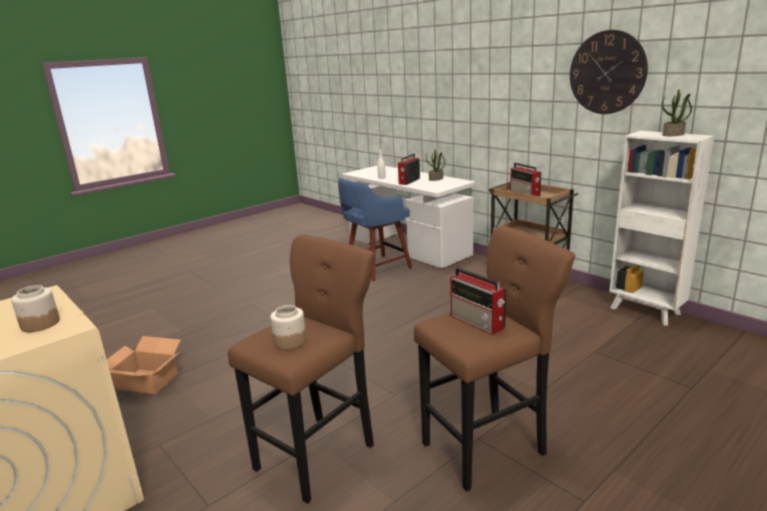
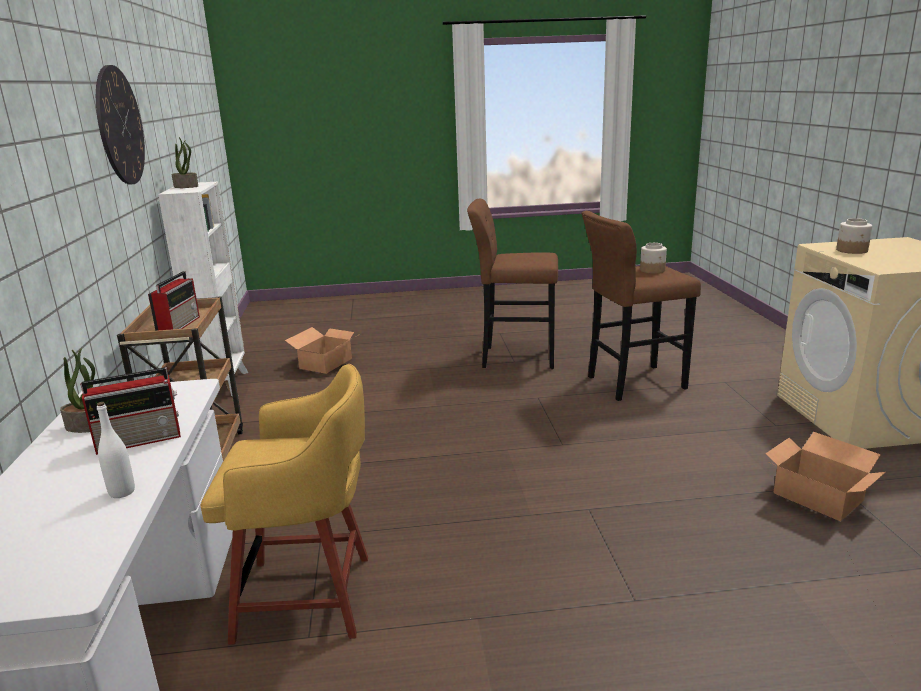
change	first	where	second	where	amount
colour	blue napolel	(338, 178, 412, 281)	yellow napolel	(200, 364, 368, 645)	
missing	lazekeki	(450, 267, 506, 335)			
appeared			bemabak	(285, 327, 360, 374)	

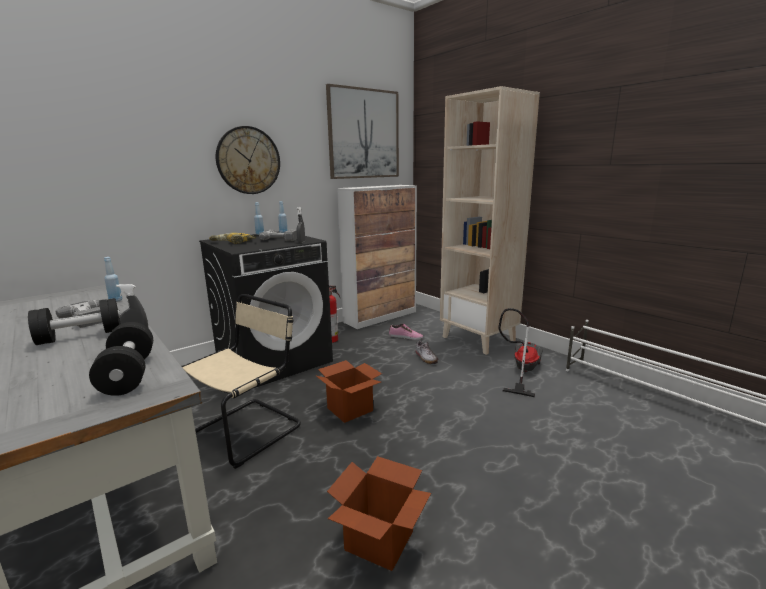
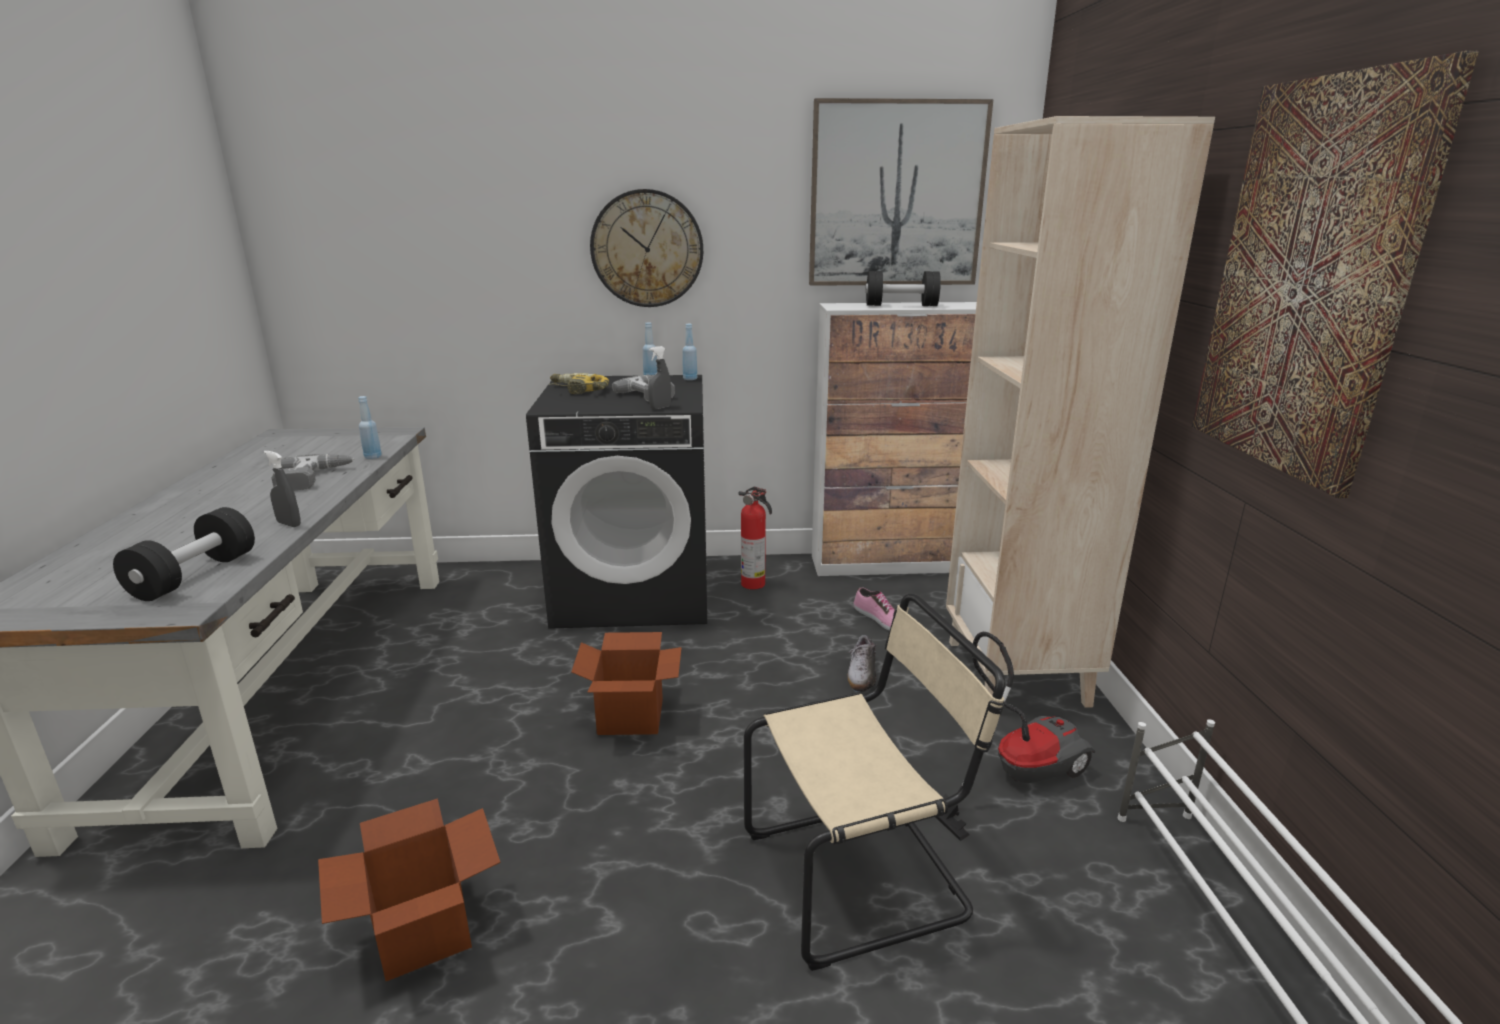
change	first	where	second	where	amount
relocated	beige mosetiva	(182, 294, 301, 469)		(744, 593, 1005, 971)	
relocated	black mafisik	(28, 298, 121, 345)		(866, 271, 941, 306)	
appeared			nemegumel	(1192, 51, 1479, 498)	

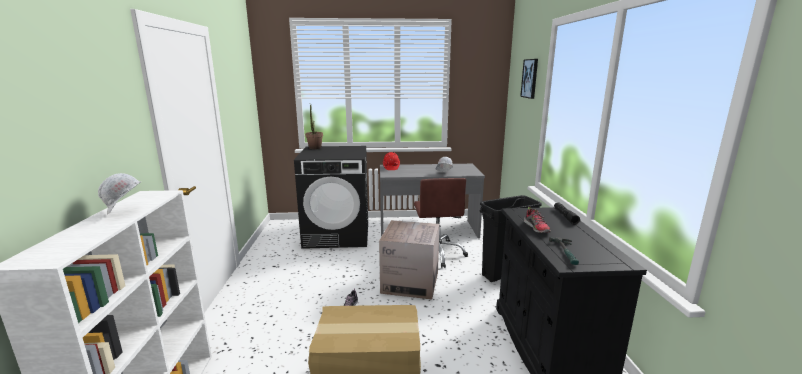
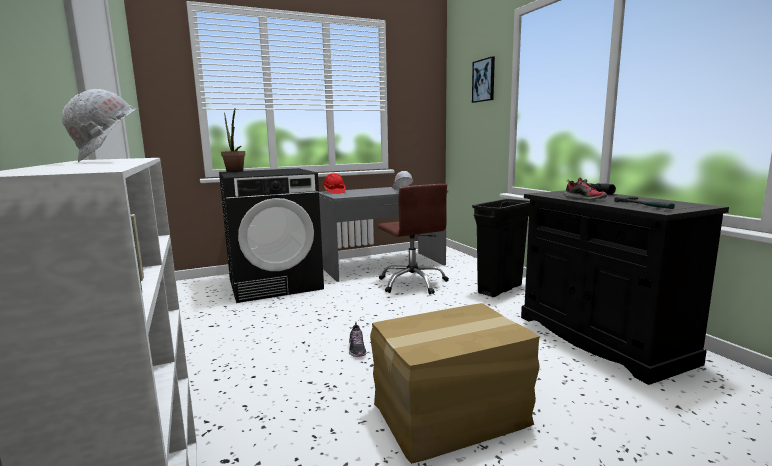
change	first	where	second	where	amount
missing	bemabak	(379, 220, 440, 299)			

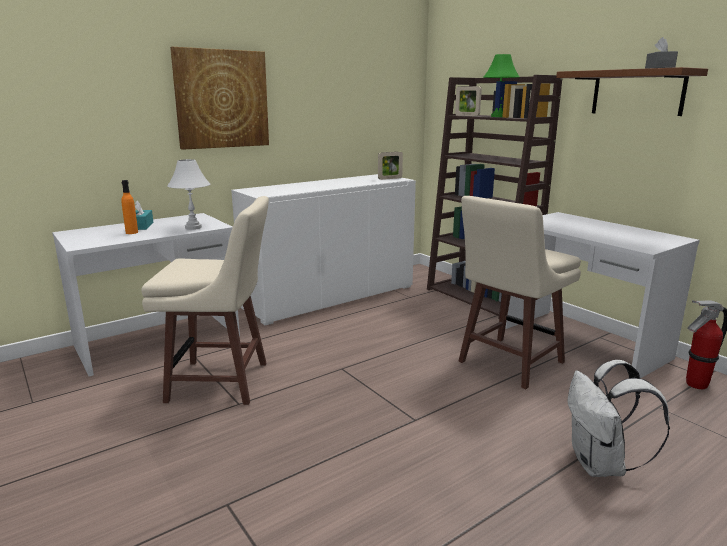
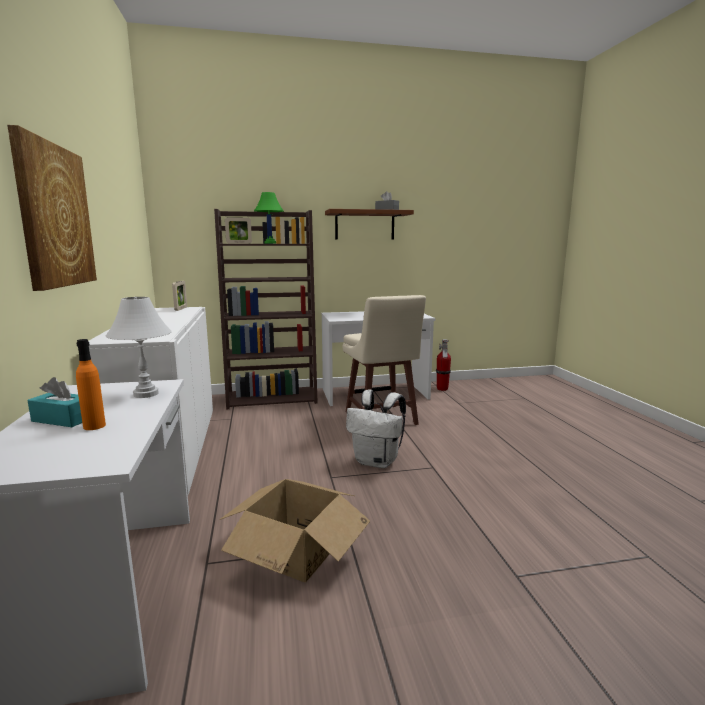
change	first	where	second	where	amount
exchanged	beige napolel	(141, 196, 269, 405)	bemabak	(219, 479, 370, 583)	
relocated	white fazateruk	(568, 360, 670, 477)		(346, 389, 406, 468)	

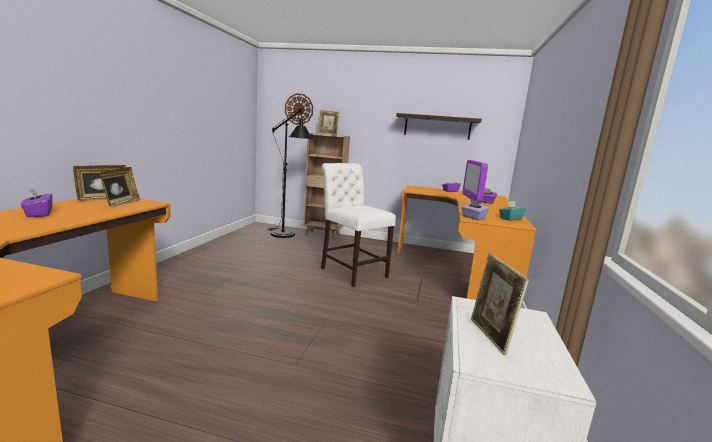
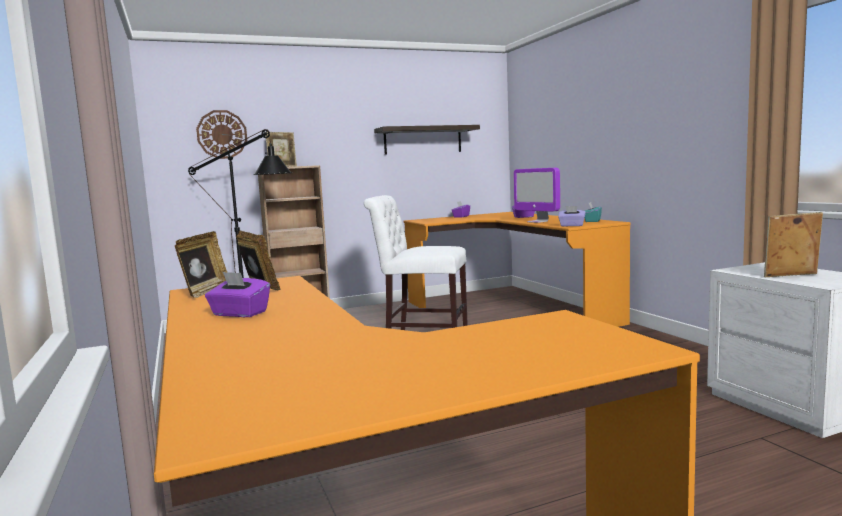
change	first	where	second	where	amount
spun	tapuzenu	(471, 253, 529, 355)		(764, 212, 823, 277)	135 degrees clockwise

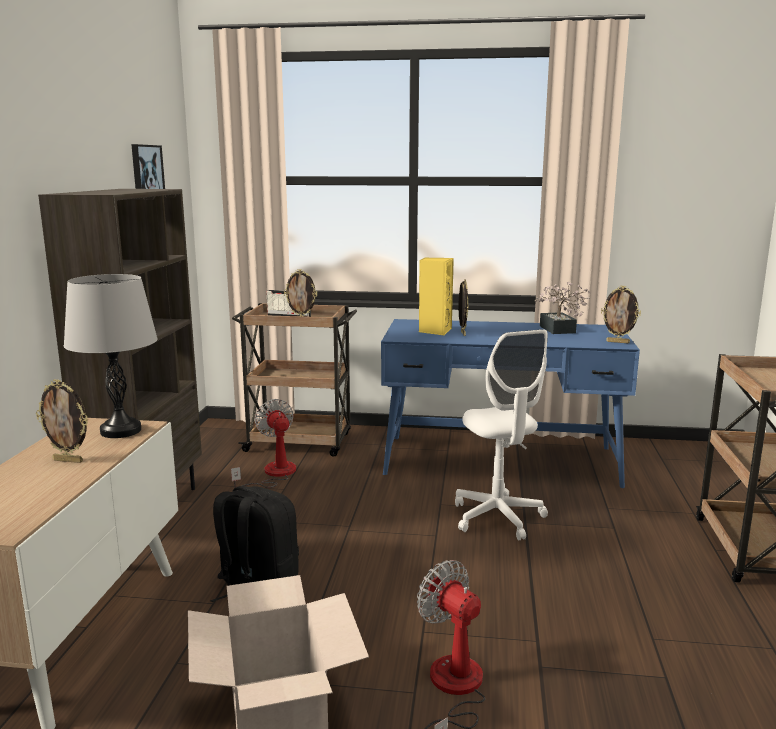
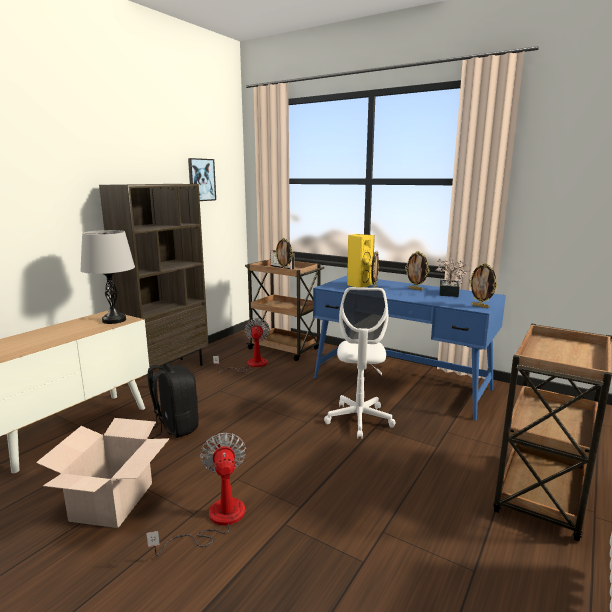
change	first	where	second	where	amount
relocated	tapuzenu	(36, 379, 88, 463)		(405, 251, 429, 291)	

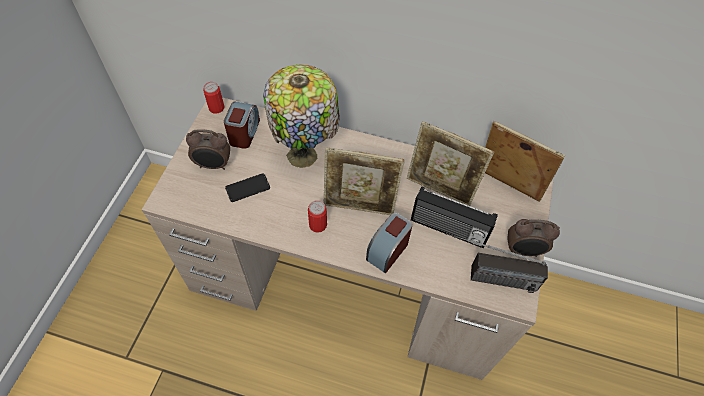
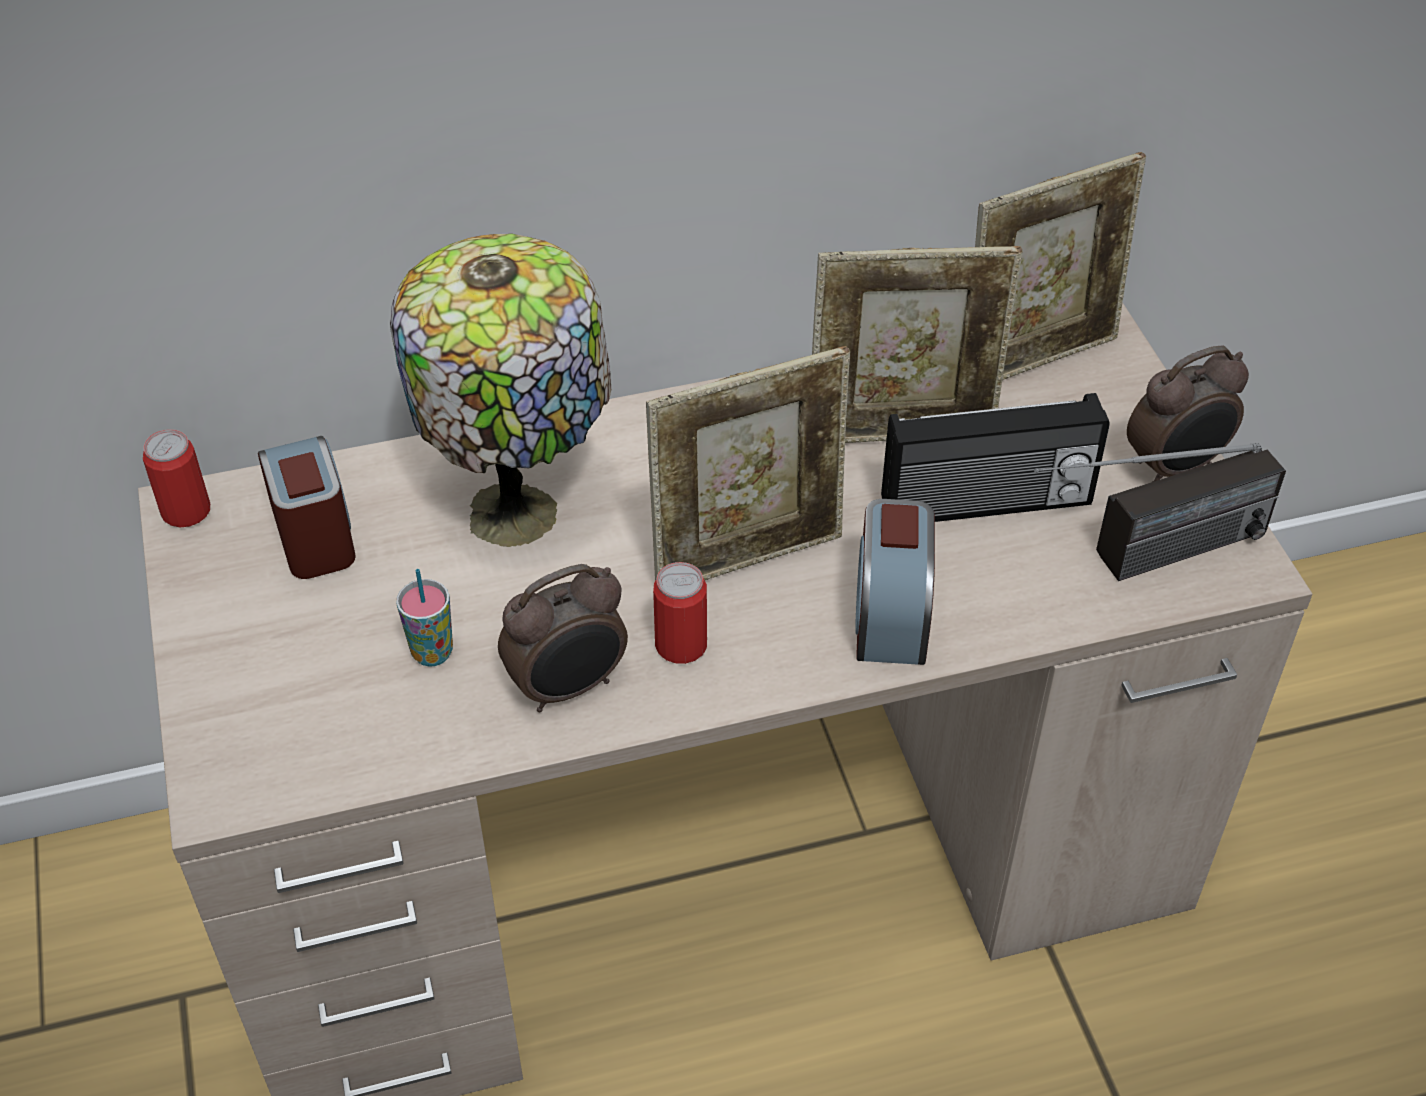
change	first	where	second	where	amount
spun	tapuzenu	(485, 121, 565, 202)		(975, 152, 1146, 380)	150 degrees clockwise
relocated	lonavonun	(186, 129, 230, 170)		(498, 564, 628, 712)	
exchanged	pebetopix	(225, 174, 270, 202)	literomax	(396, 569, 453, 667)	

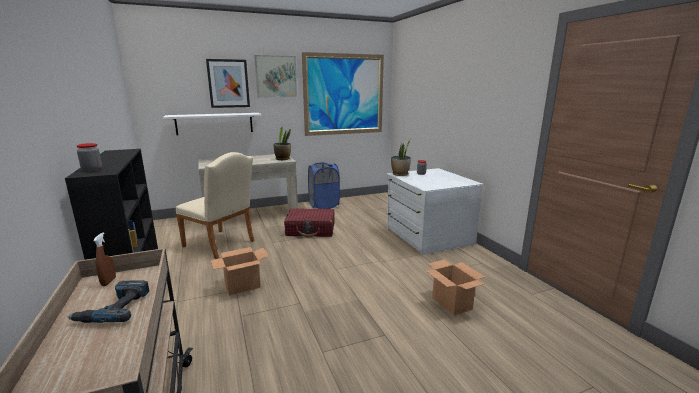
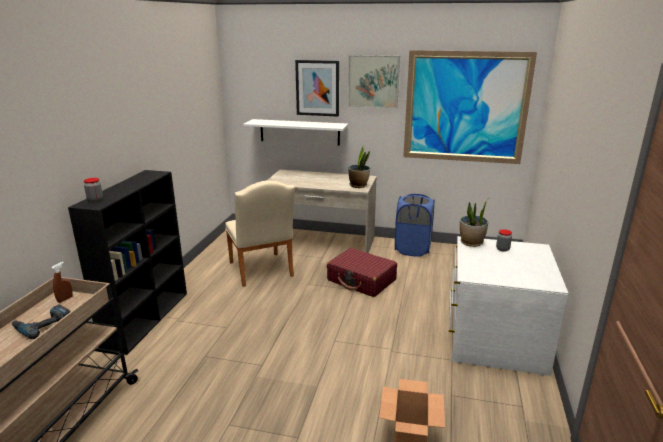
change	first	where	second	where	amount
missing	bemabak	(210, 247, 269, 295)			

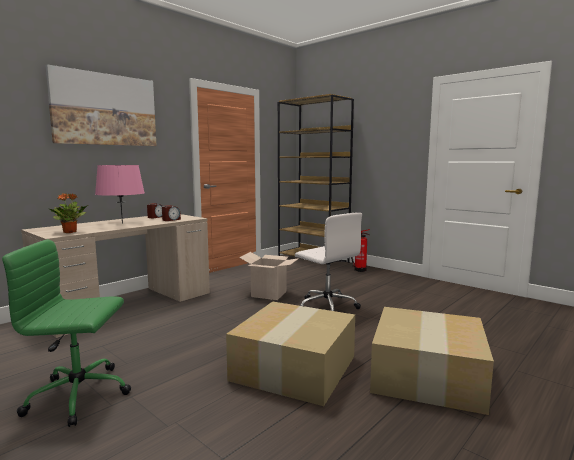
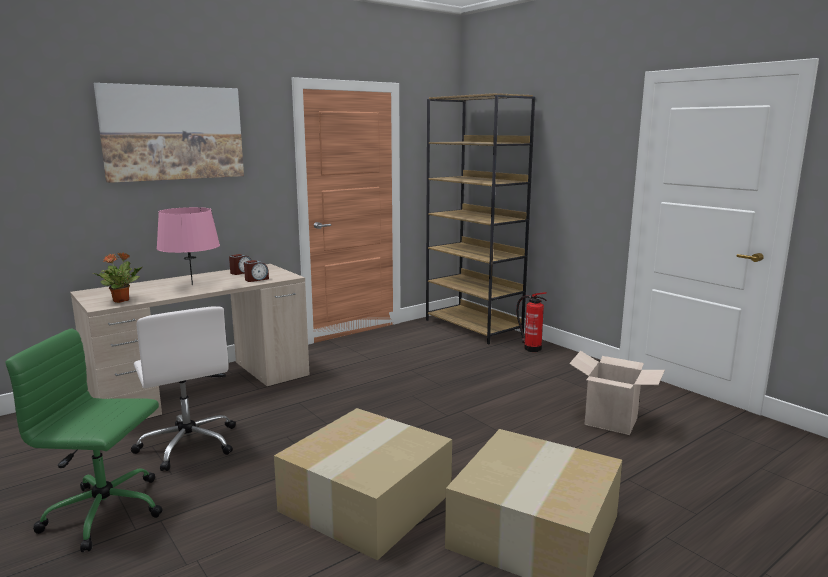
change	first	where	second	where	amount
relocated	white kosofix	(295, 212, 362, 311)		(131, 306, 236, 471)	
relocated	bemabak	(239, 252, 299, 300)		(569, 351, 665, 435)	

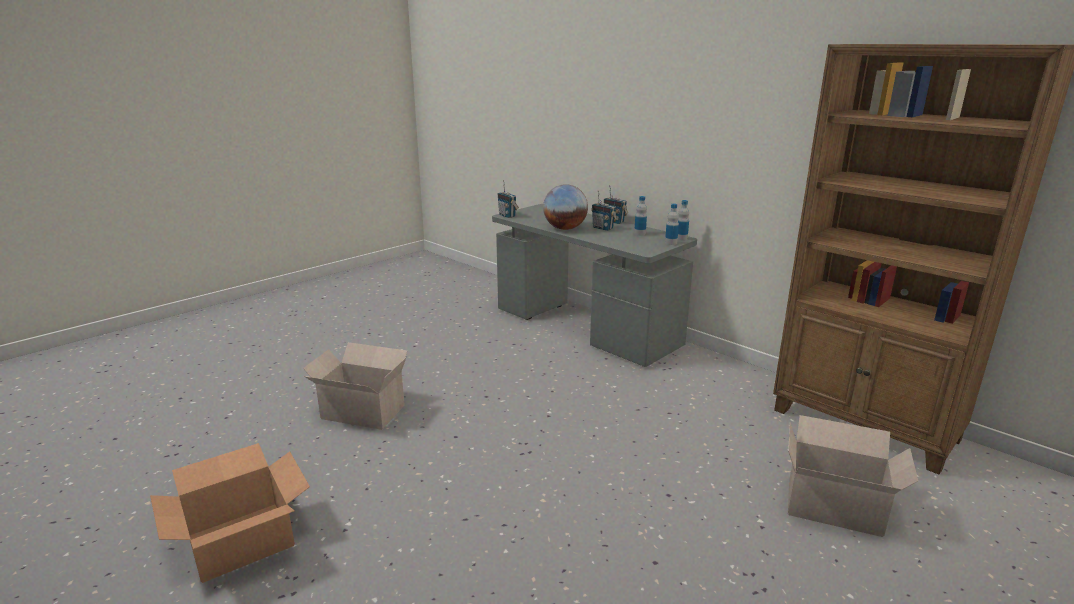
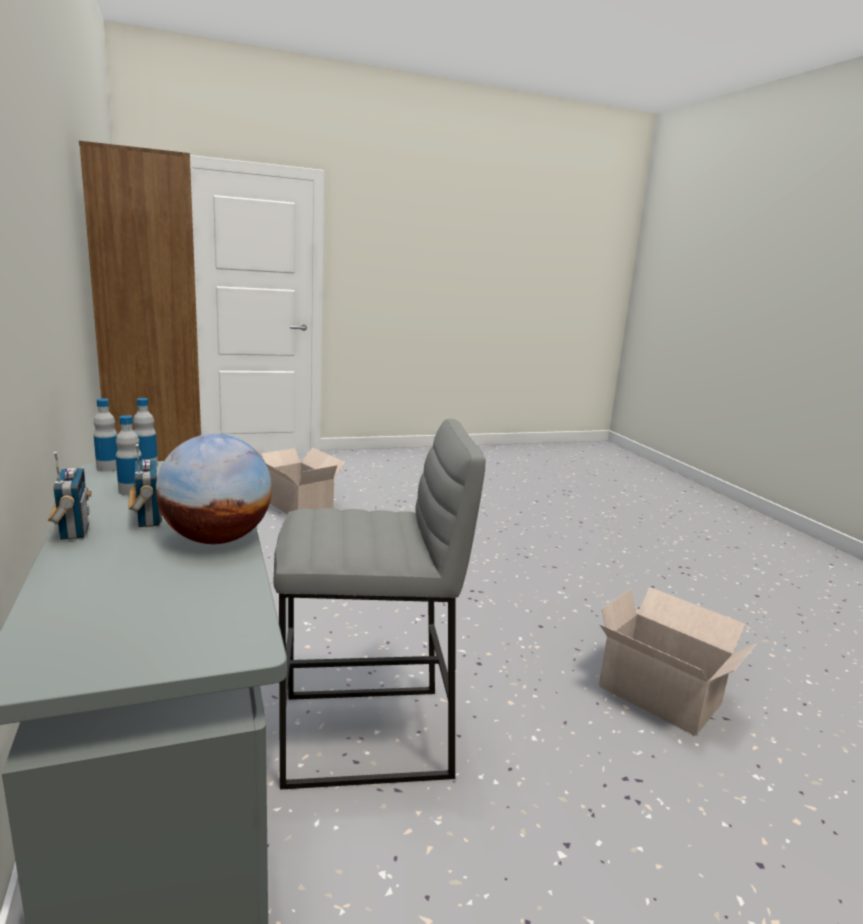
change	first	where	second	where	amount
missing	lazekeki	(498, 180, 519, 218)			
missing	bemabak	(150, 443, 310, 583)			
appeared			grey napolel	(273, 419, 486, 789)	

